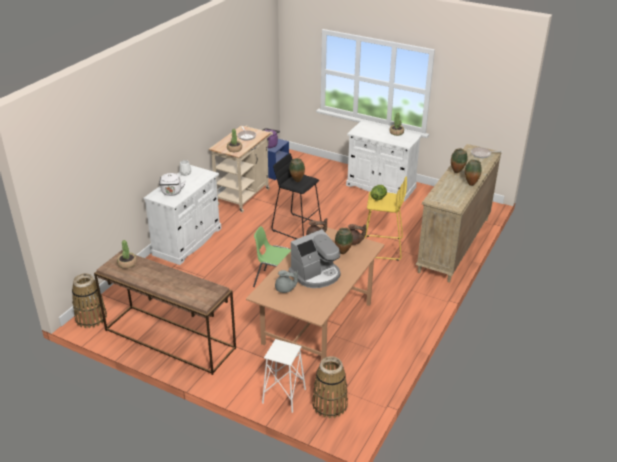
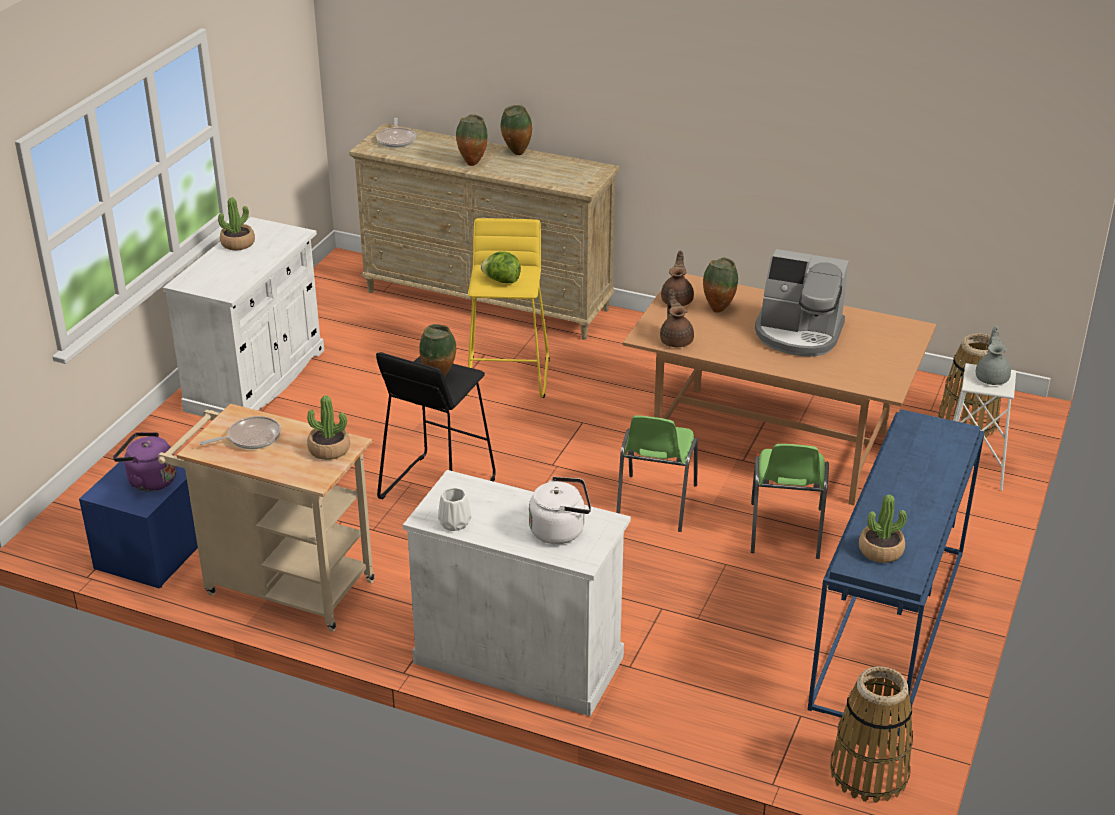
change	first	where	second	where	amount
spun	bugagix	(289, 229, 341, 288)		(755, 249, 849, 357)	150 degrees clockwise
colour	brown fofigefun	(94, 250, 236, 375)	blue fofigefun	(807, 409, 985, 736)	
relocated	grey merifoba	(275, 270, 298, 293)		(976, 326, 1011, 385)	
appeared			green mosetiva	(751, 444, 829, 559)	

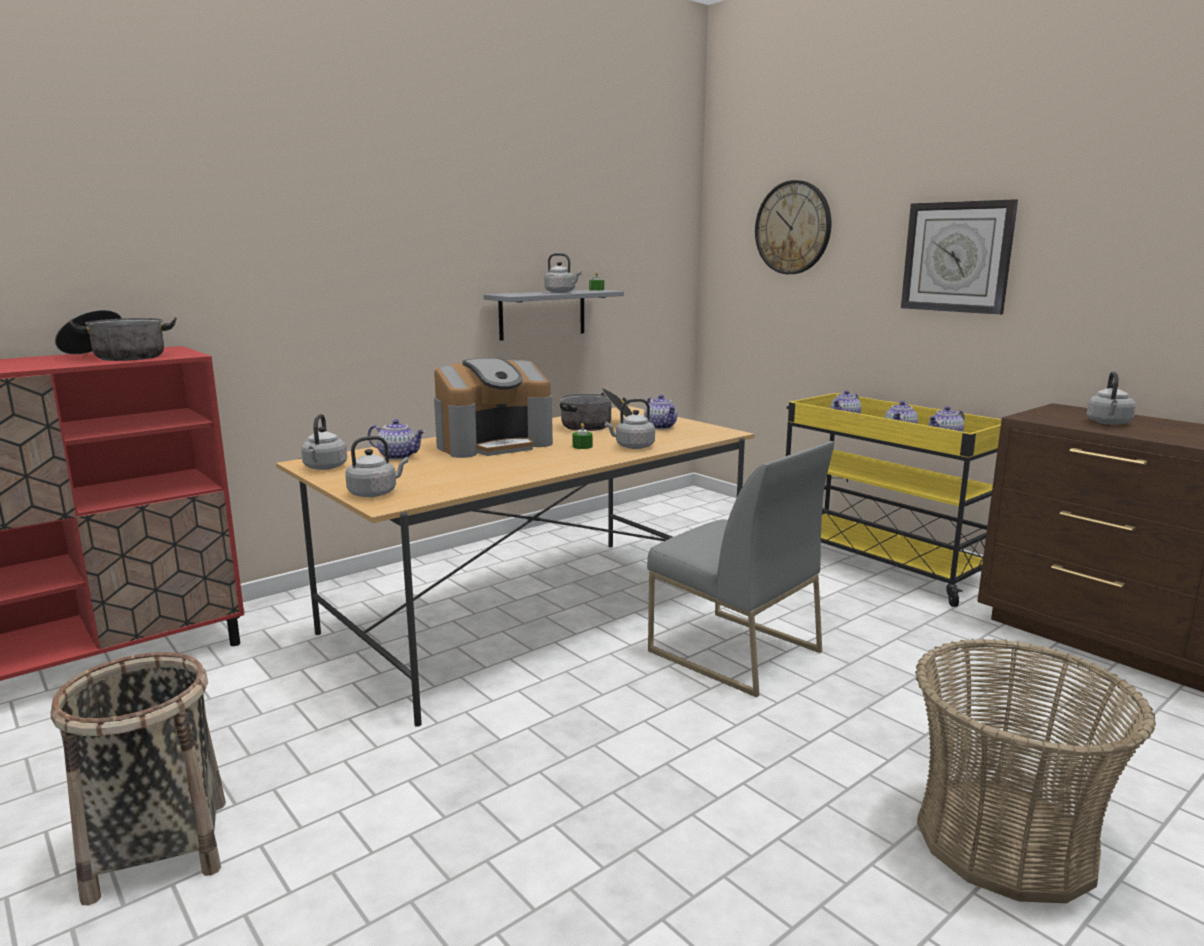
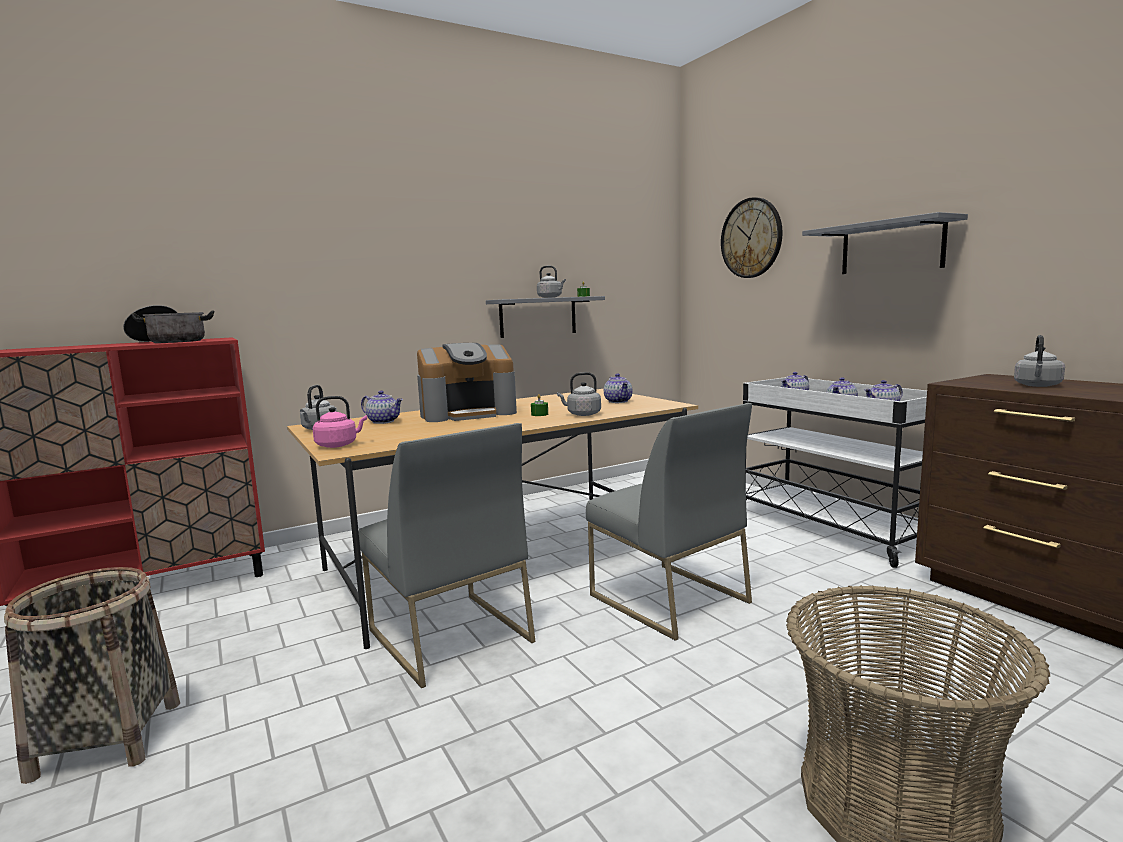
change	first	where	second	where	amount
exchanged	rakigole	(901, 199, 1018, 315)	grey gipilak	(802, 212, 968, 274)	
missing	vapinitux	(560, 388, 633, 431)			
colour	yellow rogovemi	(786, 393, 1002, 607)	white rogovemi	(743, 377, 927, 568)	
colour	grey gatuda	(345, 436, 408, 497)	pink gatuda	(313, 396, 367, 448)	
appeared			grey mosetiva	(359, 423, 535, 688)	

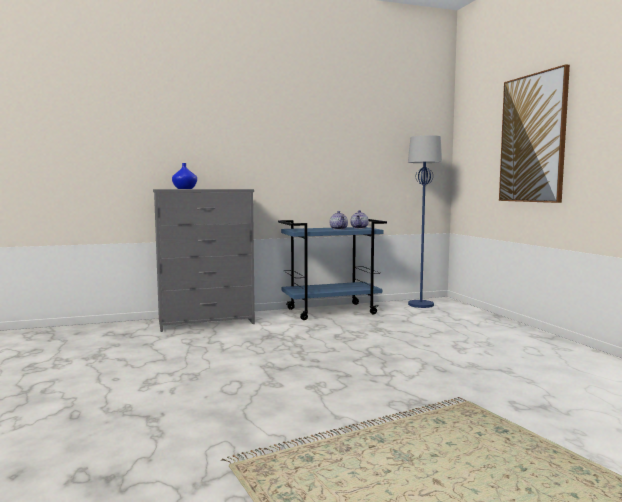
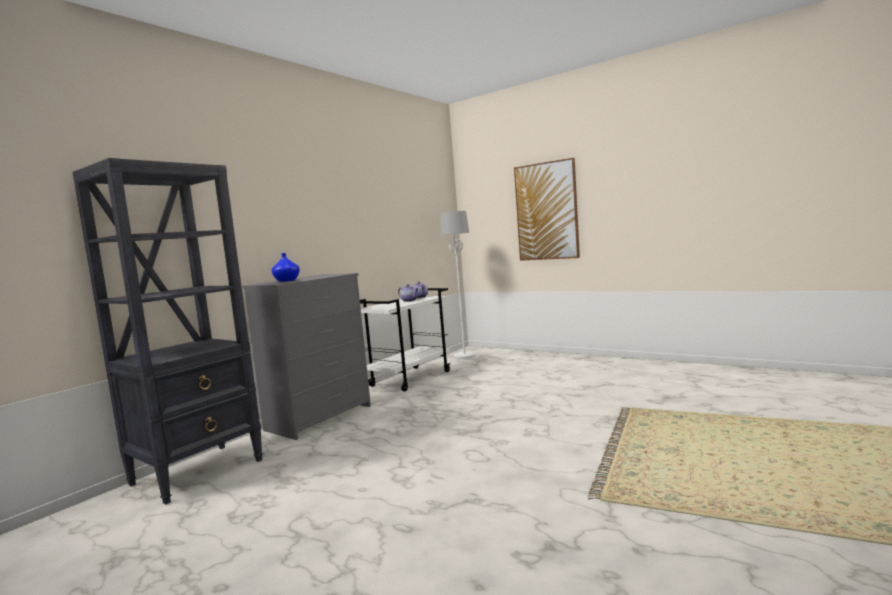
change	first	where	second	where	amount
colour	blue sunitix	(408, 135, 442, 308)	white sunitix	(441, 211, 476, 359)	
colour	blue rogovemi	(278, 219, 387, 320)	white rogovemi	(360, 288, 451, 391)	
appeared			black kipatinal	(72, 158, 263, 505)	

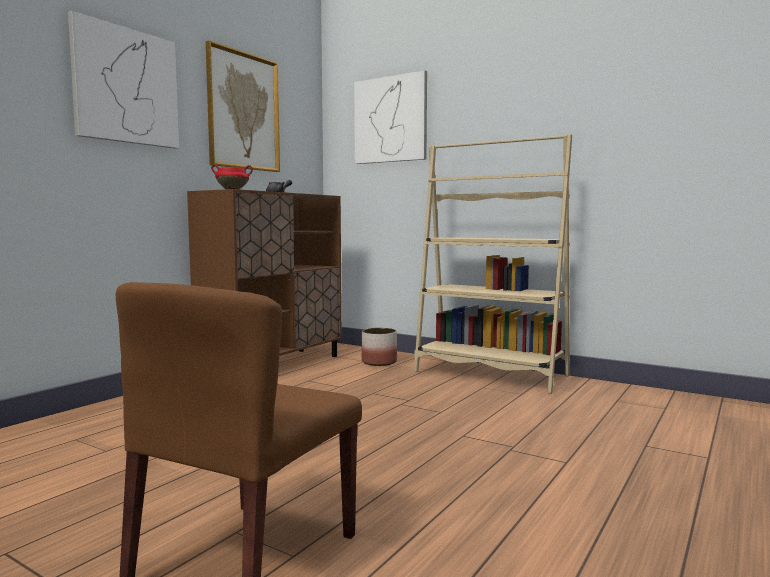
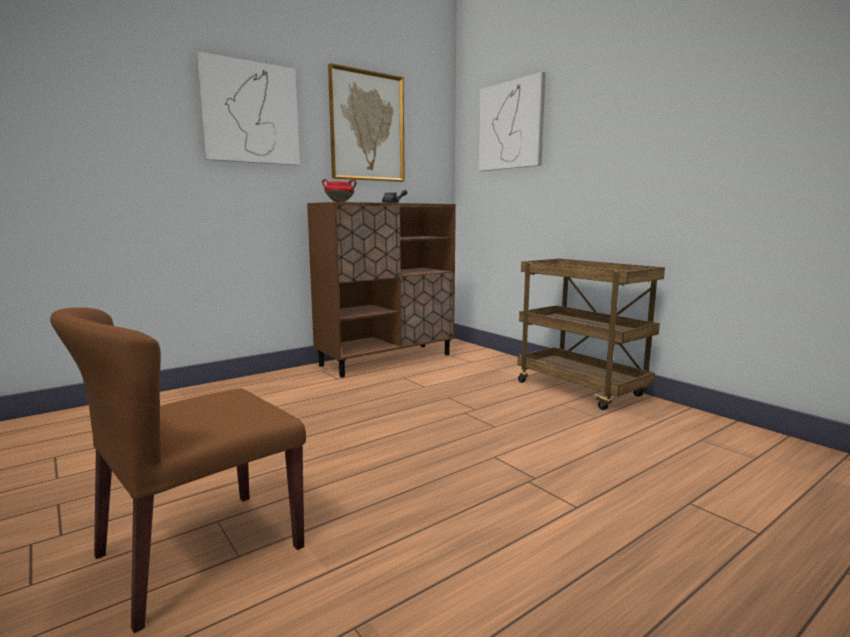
change	first	where	second	where	amount
exchanged	beige kipatinal	(414, 134, 572, 394)	brown rogovemi	(518, 259, 665, 410)	
missing	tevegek	(362, 328, 397, 366)			

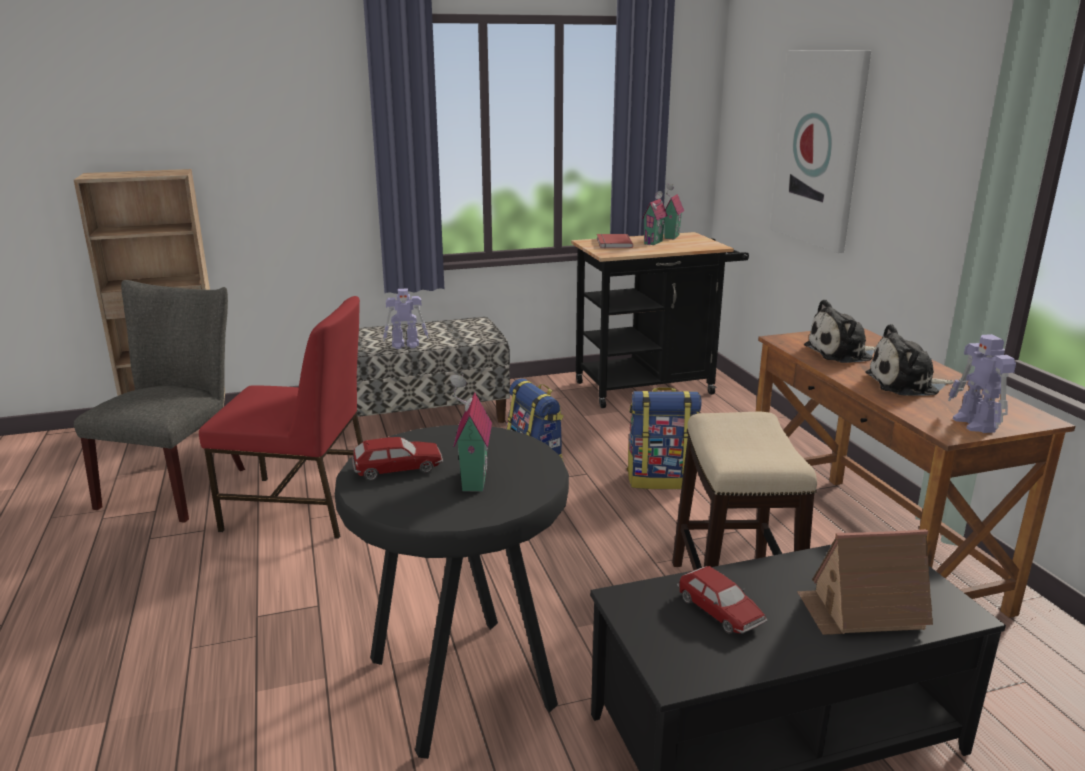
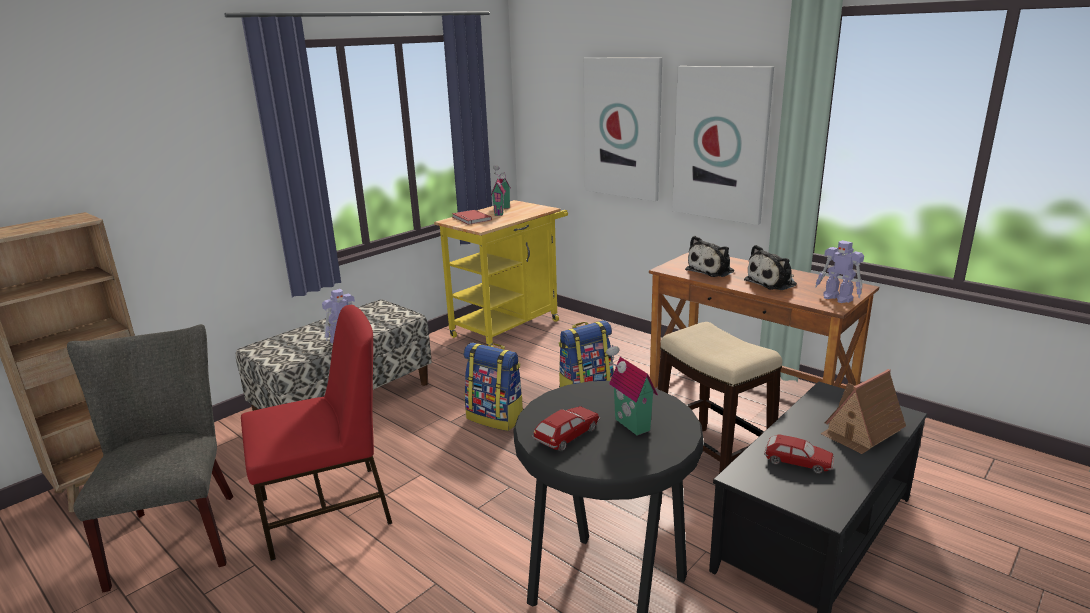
change	first	where	second	where	amount
colour	black rogovemi	(571, 232, 749, 408)	yellow rogovemi	(434, 200, 568, 347)	
appeared			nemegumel	(672, 66, 774, 225)	

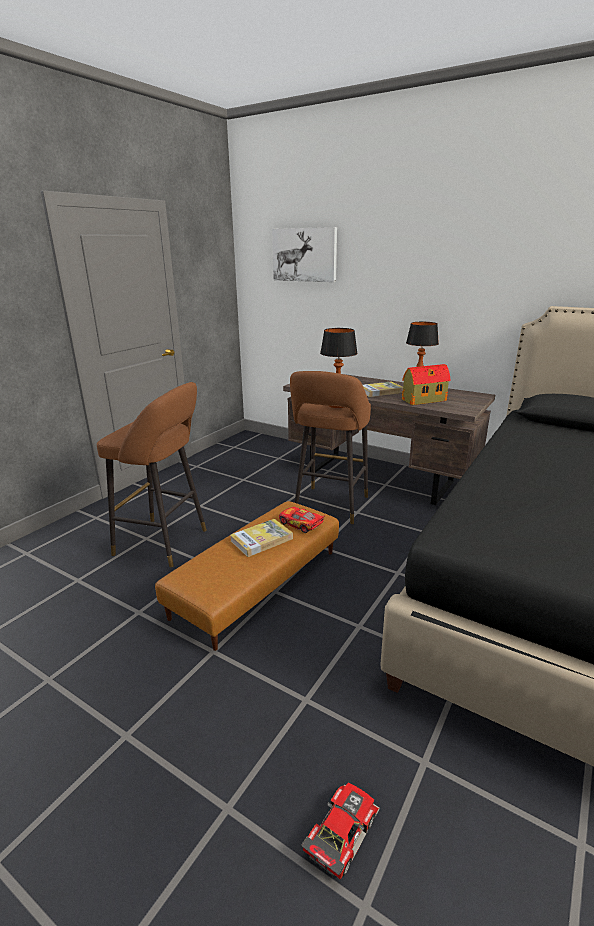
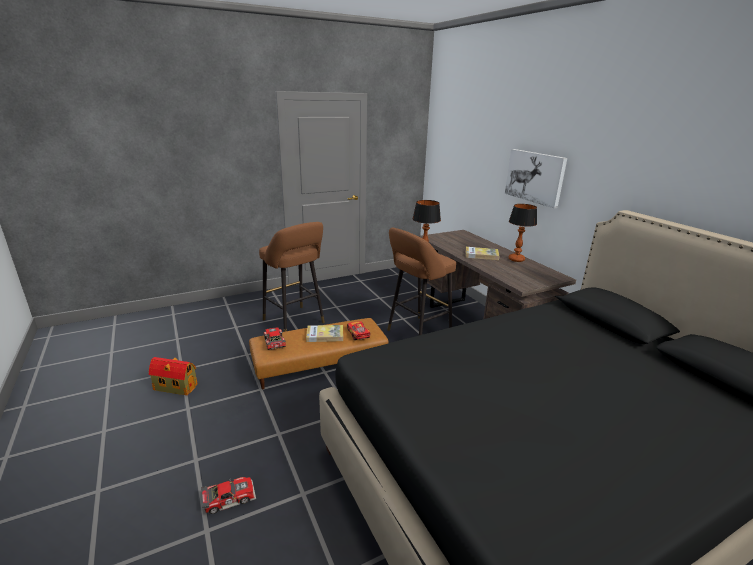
change	first	where	second	where	amount
relocated	nemegumel	(272, 227, 337, 282)		(505, 149, 567, 208)	
relocated	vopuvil	(402, 364, 450, 405)		(149, 357, 198, 395)	
appeared			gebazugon	(263, 327, 286, 350)	

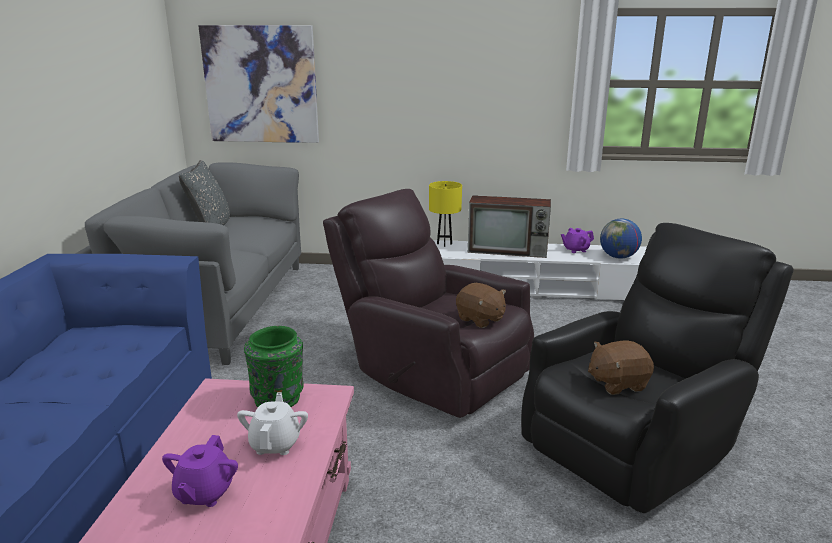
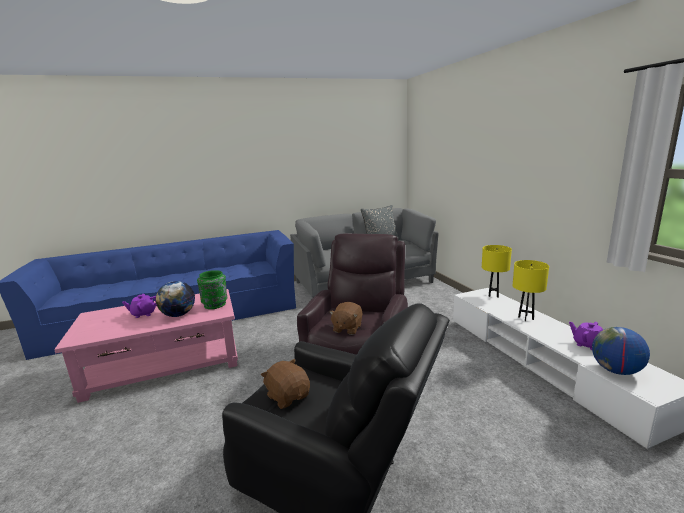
change	first	where	second	where	amount
missing	nemegumel	(198, 25, 319, 143)			
exchanged	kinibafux	(468, 195, 551, 258)	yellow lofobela	(513, 260, 549, 321)	
exchanged	white merifoba	(237, 392, 308, 455)	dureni	(156, 281, 195, 317)	

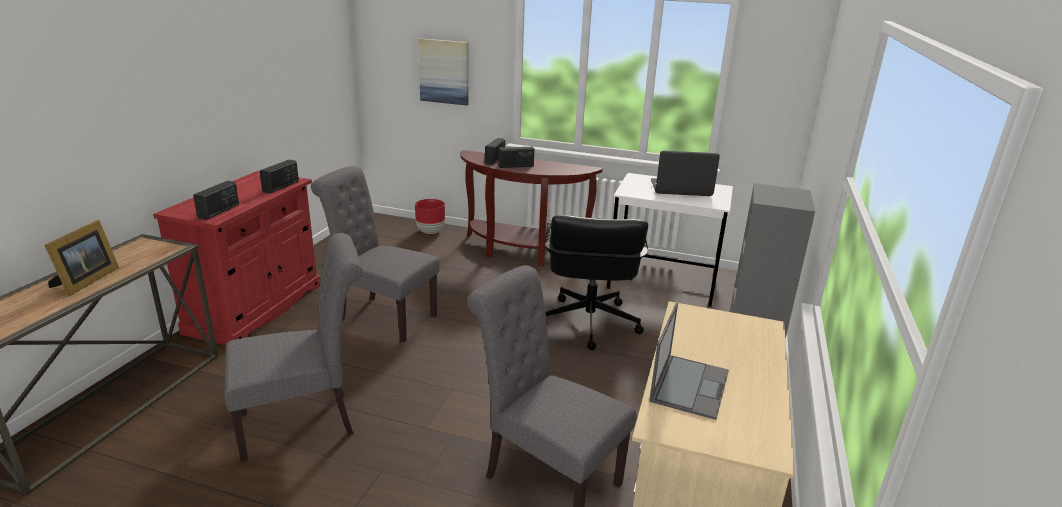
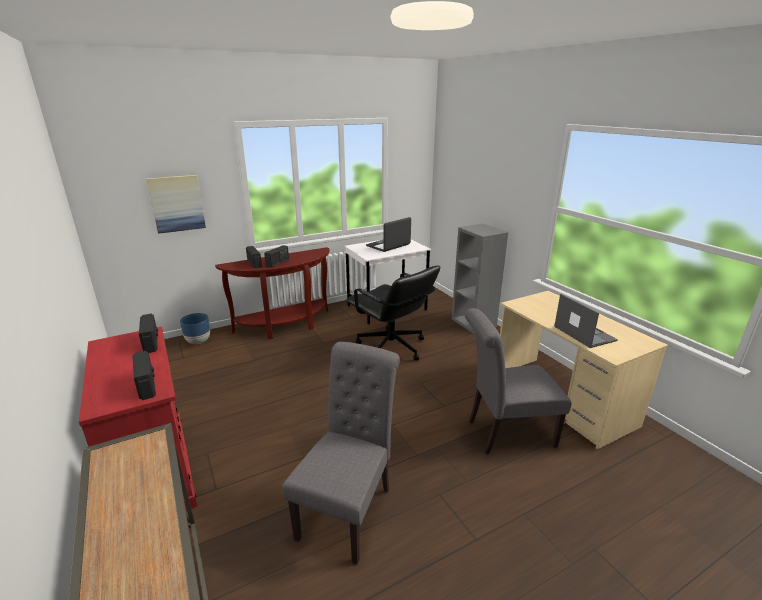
change	first	where	second	where	amount
missing	grey mosetiva	(311, 166, 440, 343)			
colour	red tevegek	(415, 199, 445, 234)	blue tevegek	(180, 313, 210, 344)	
missing	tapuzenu	(45, 220, 119, 296)			

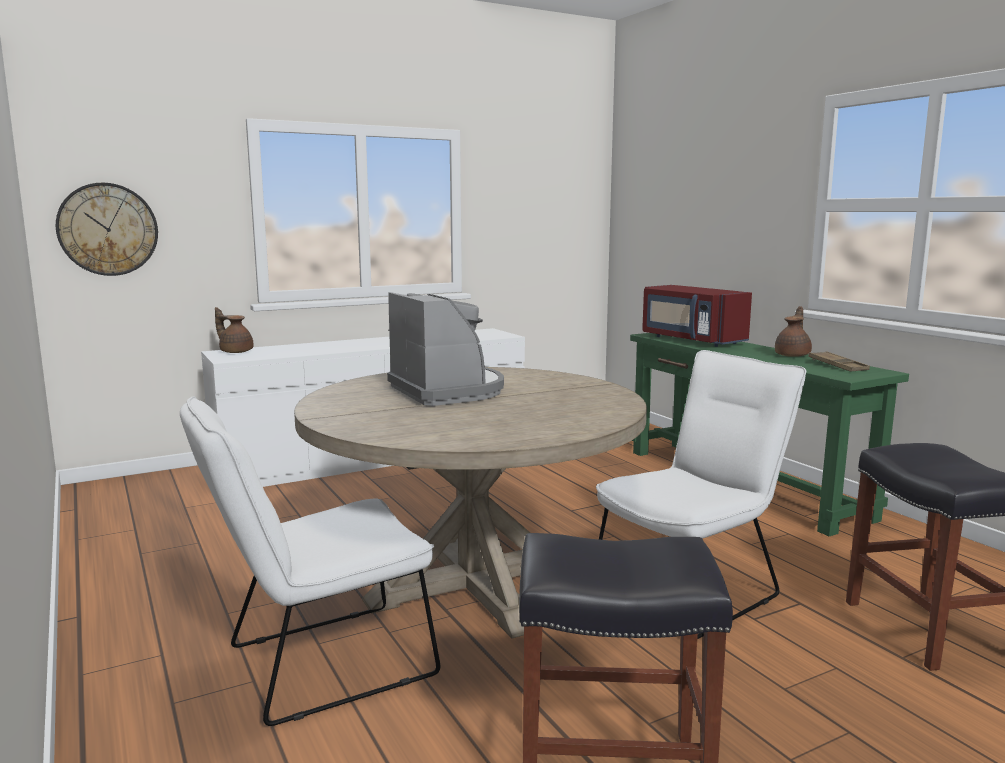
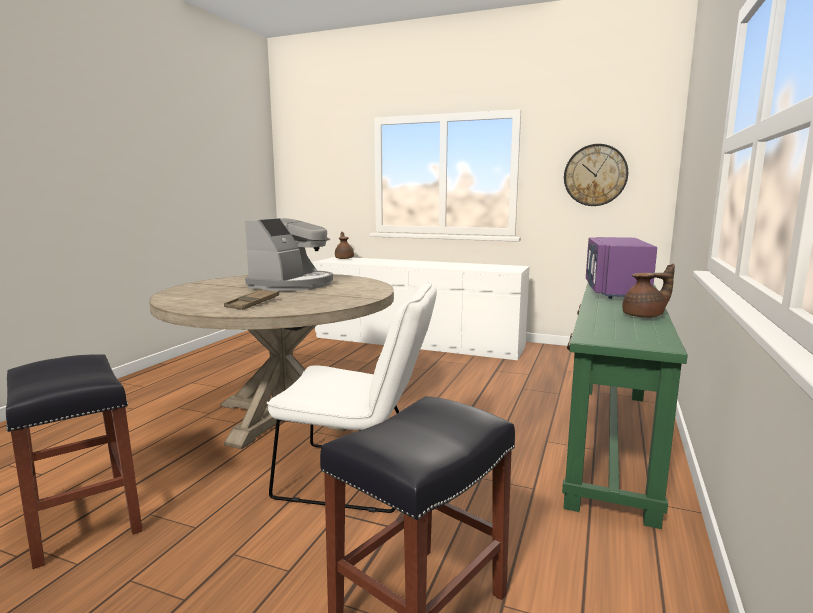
change	first	where	second	where	amount
relocated	rakigole	(56, 183, 158, 276)		(564, 144, 628, 206)	
colour	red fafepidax	(642, 285, 752, 347)	purple fafepidax	(586, 237, 657, 299)	
relocated	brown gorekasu	(808, 351, 870, 371)		(224, 289, 279, 310)	
missing	white mosetiva	(180, 396, 440, 726)			

